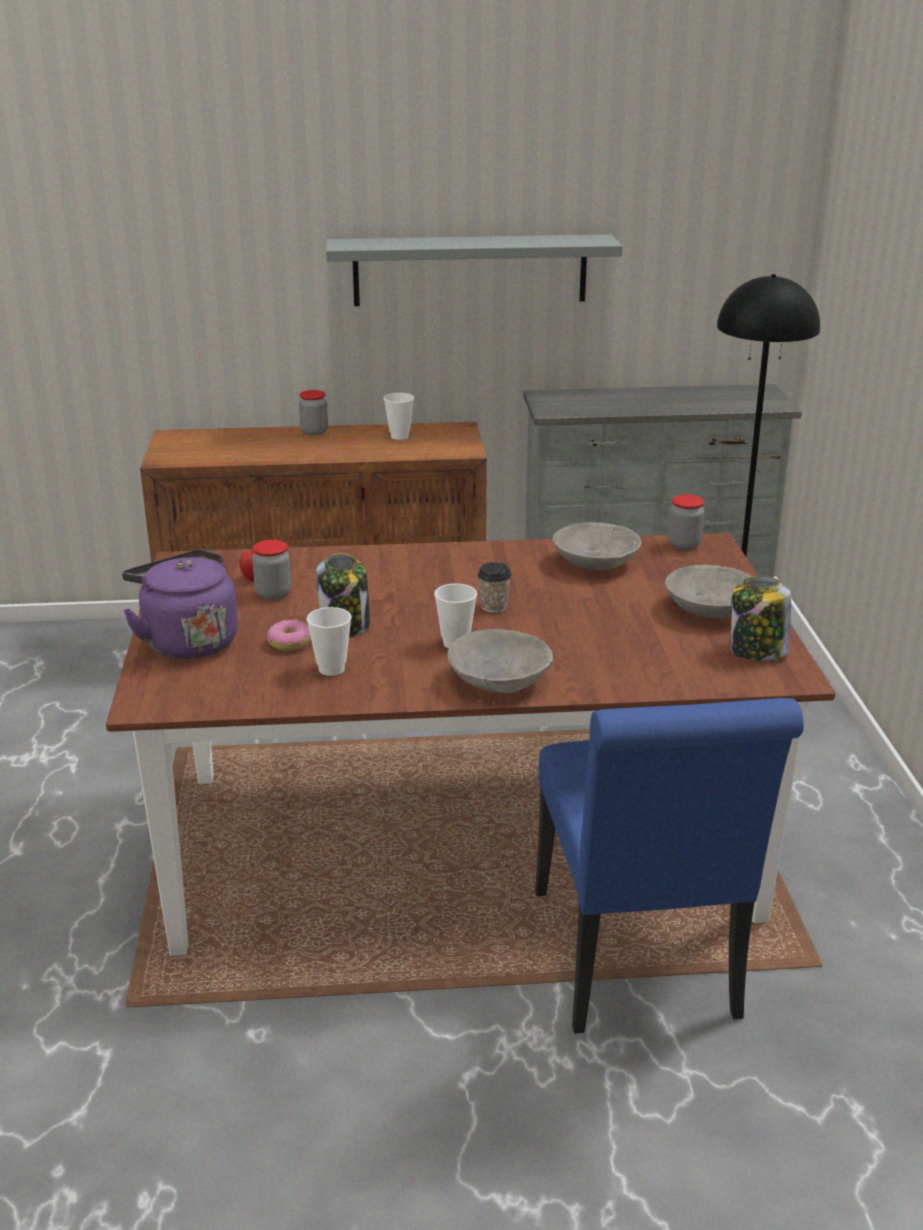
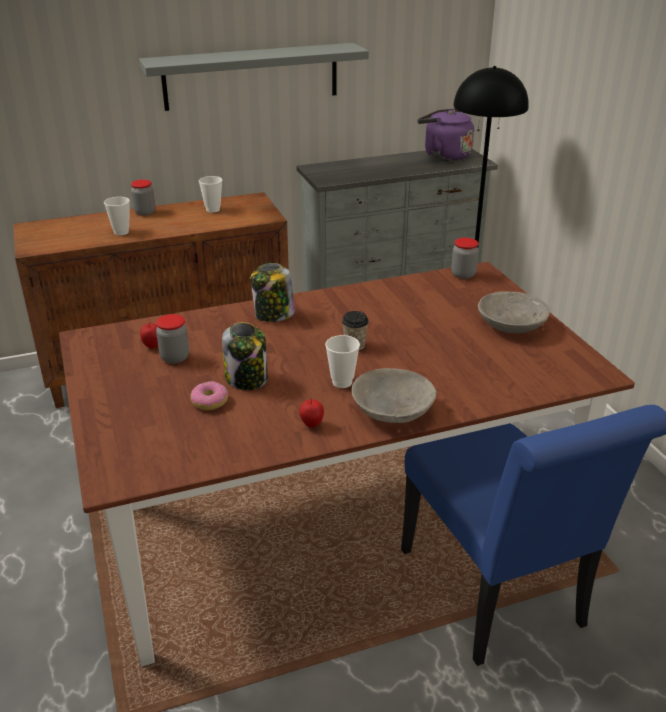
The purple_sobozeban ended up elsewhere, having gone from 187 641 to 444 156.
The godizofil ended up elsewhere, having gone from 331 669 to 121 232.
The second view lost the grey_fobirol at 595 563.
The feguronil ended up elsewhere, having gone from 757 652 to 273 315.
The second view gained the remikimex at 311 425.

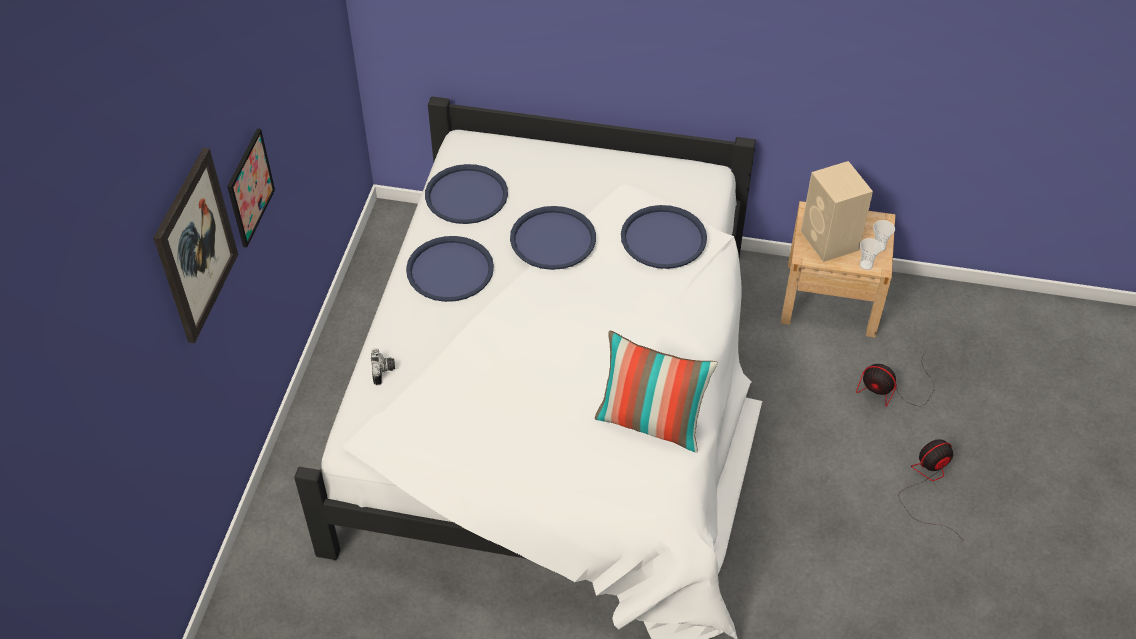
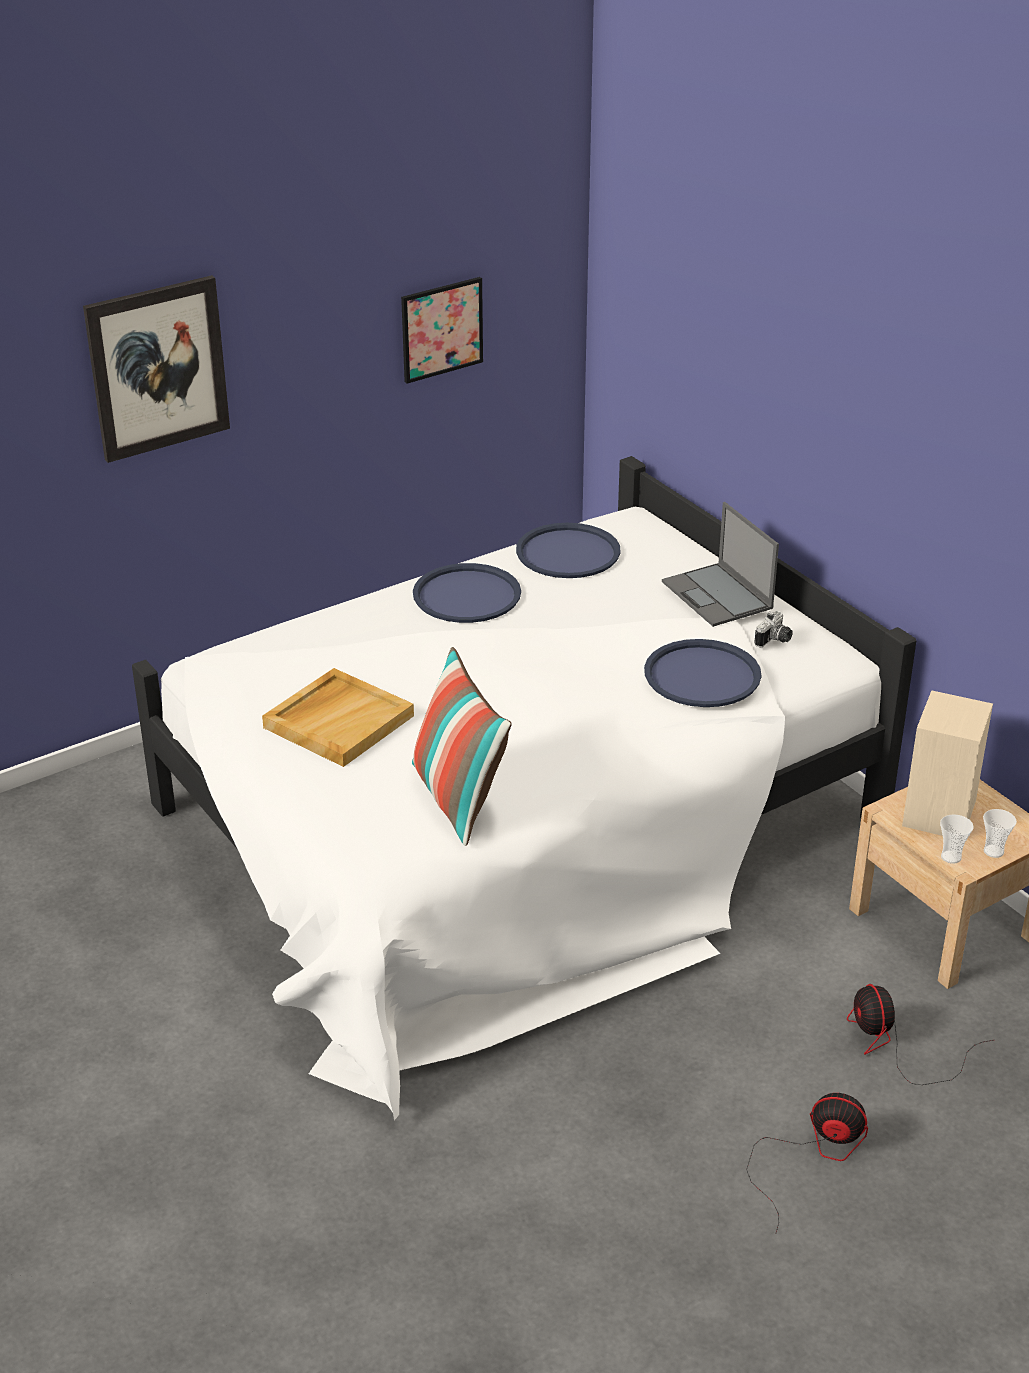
The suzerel ended up elsewhere, having gone from 250 187 to 442 329.
The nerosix ended up elsewhere, having gone from 384 371 to 775 640.
The second view lost the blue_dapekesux at 552 239.
The second view gained the beige_dapekesux at 338 721.
The second view gained the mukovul at 718 595.

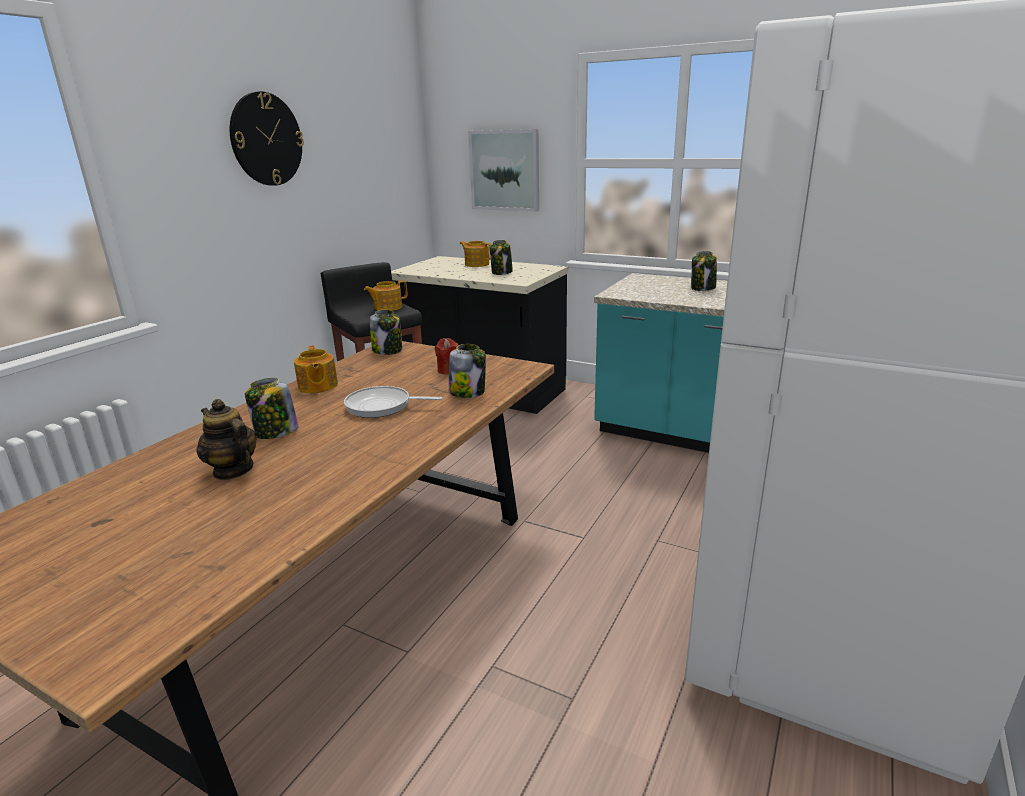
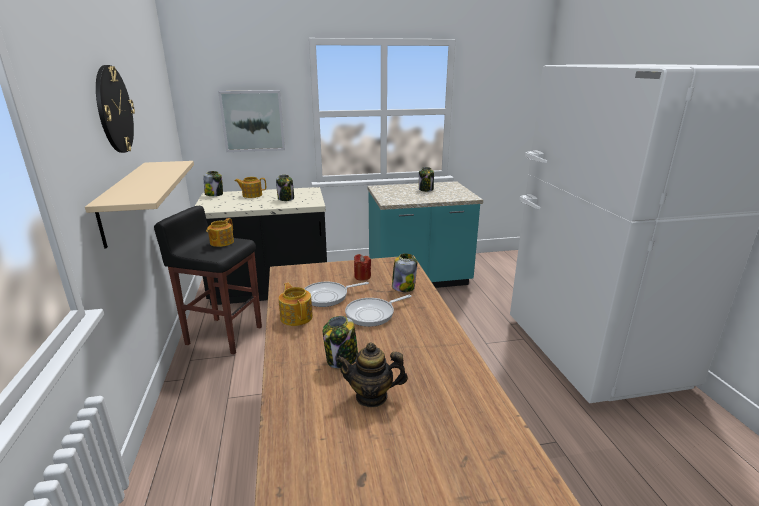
The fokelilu at 317 386 ended up facing another way, 150 degrees counterclockwise from before.
The feguronil ended up elsewhere, having gone from 388 350 to 214 194.
The second view gained the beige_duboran at 124 201.
The second view gained the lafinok at 328 296.

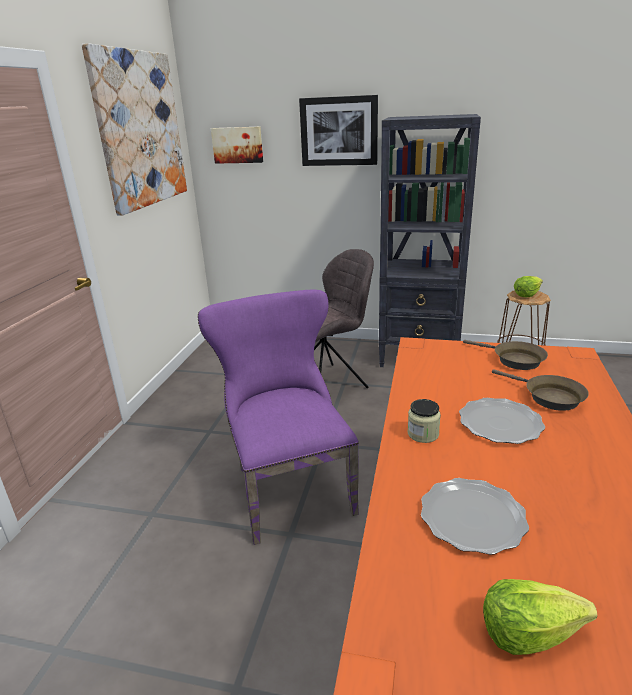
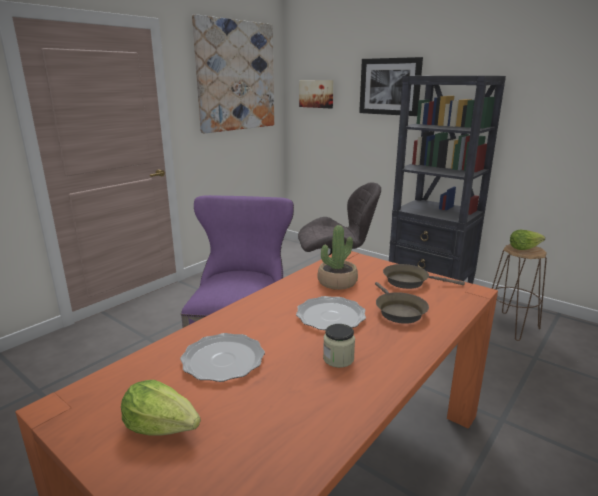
The feguronil ended up elsewhere, having gone from 423 434 to 338 359.
The brown_lafinok at 514 360 ended up facing another way, 120 degrees clockwise from before.
The second view gained the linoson at 337 282.

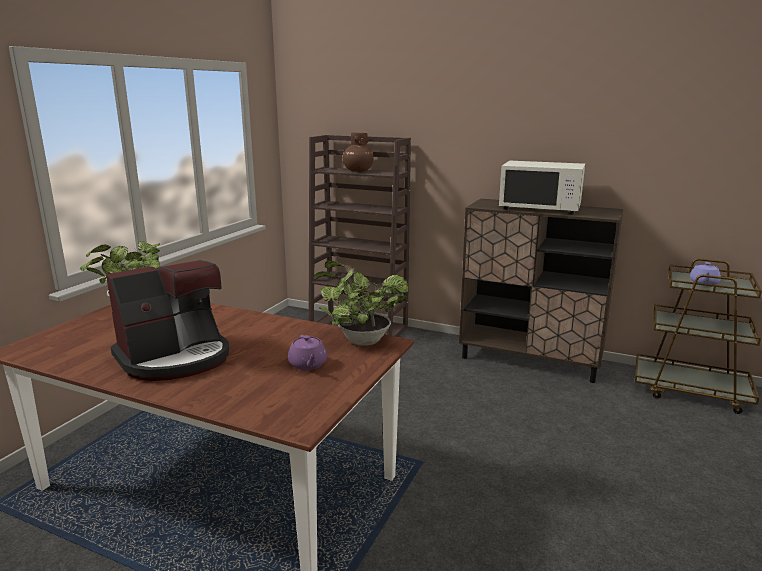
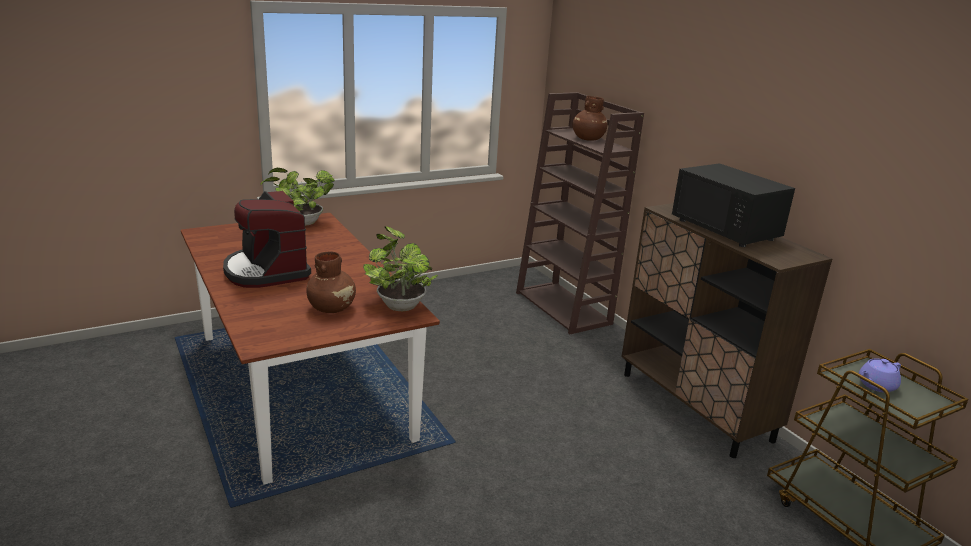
The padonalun at 175 358 ended up facing another way, 60 degrees clockwise from before.
Where the purple_fokelilu stood at 308 365, the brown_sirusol came to stand at 332 308.
What was the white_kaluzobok at 540 208 turned into the black_kaluzobok at 725 229.

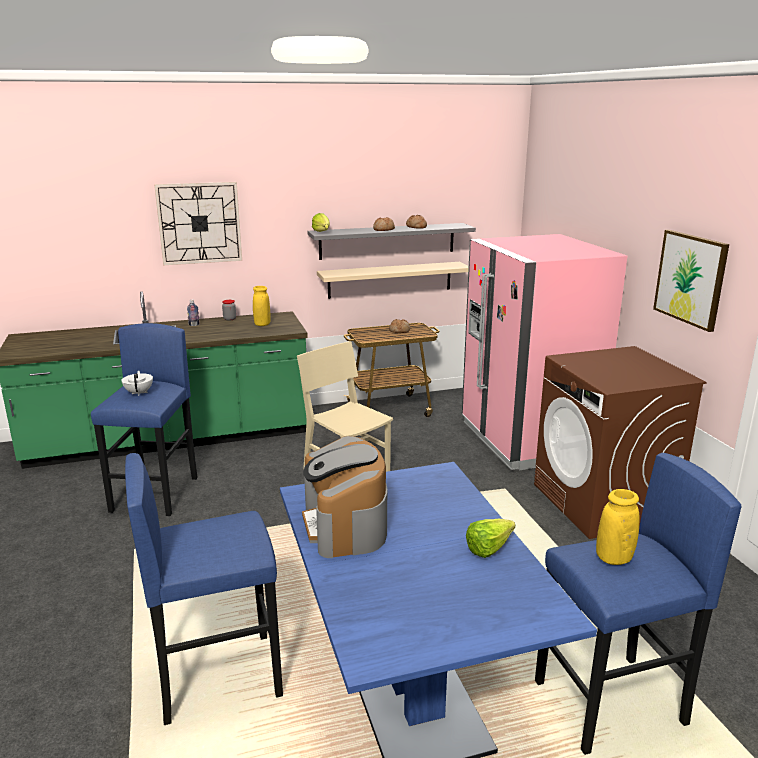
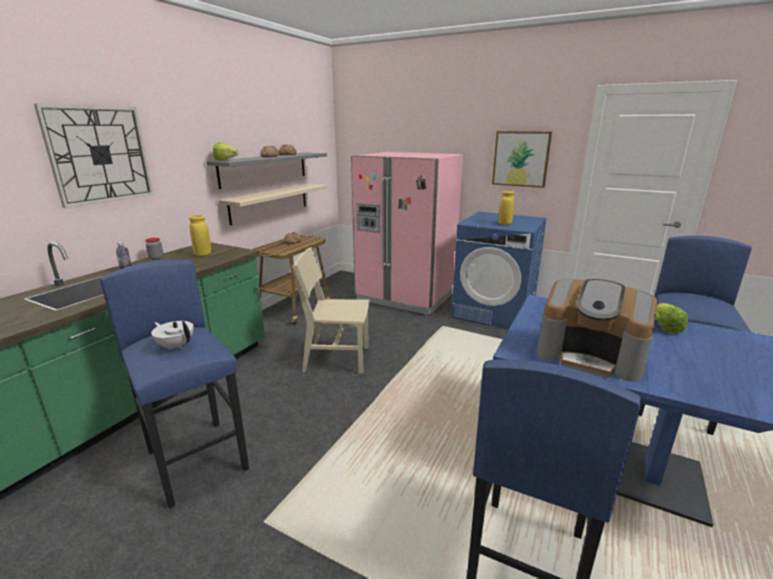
What was the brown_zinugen at 603 503 turned into the blue_zinugen at 494 312.
The yellow_sirusol ended up elsewhere, having gone from 614 558 to 504 223.

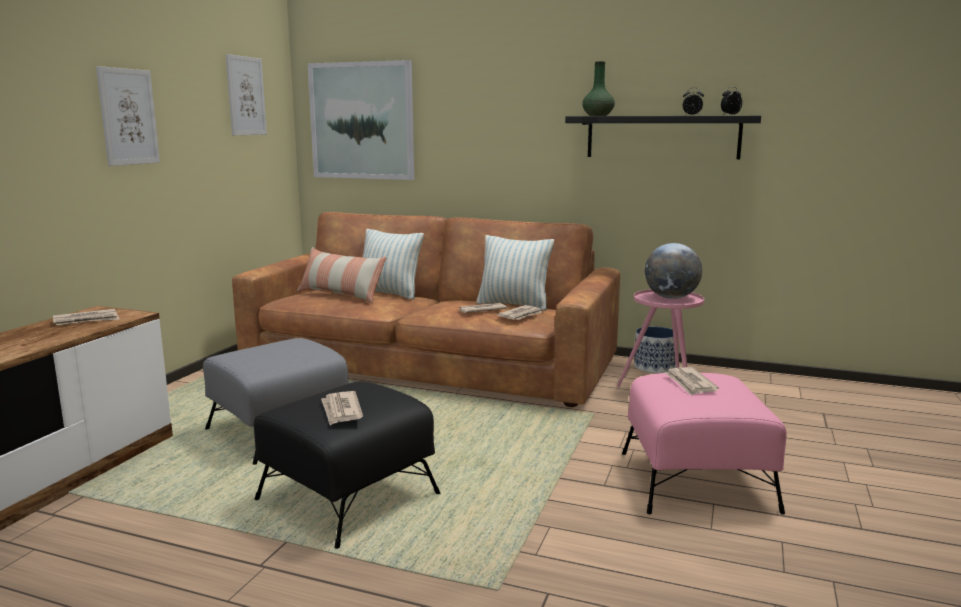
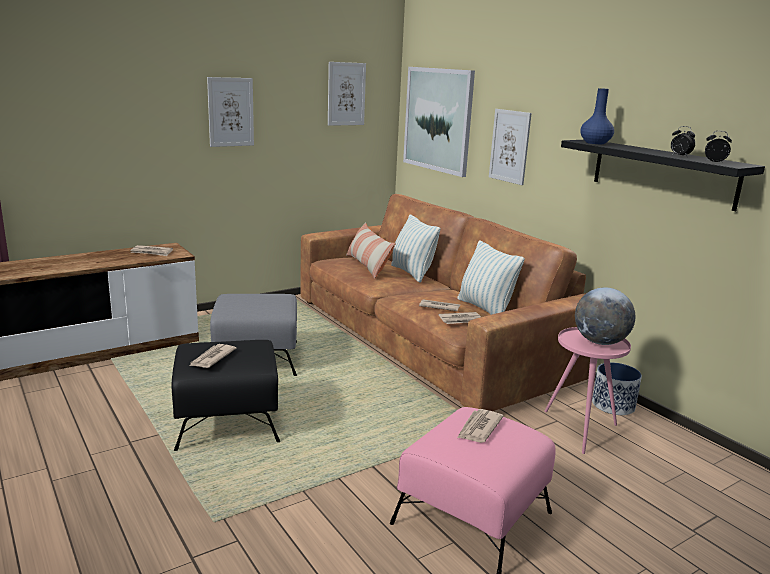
What was the green_sirusol at 598 115 turned into the blue_sirusol at 595 143.
The second view gained the suzerel at 509 146.

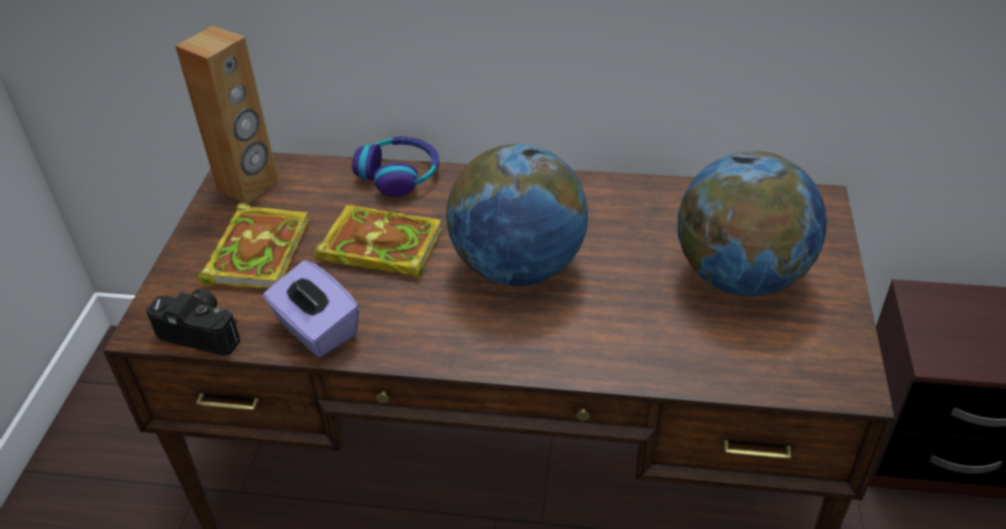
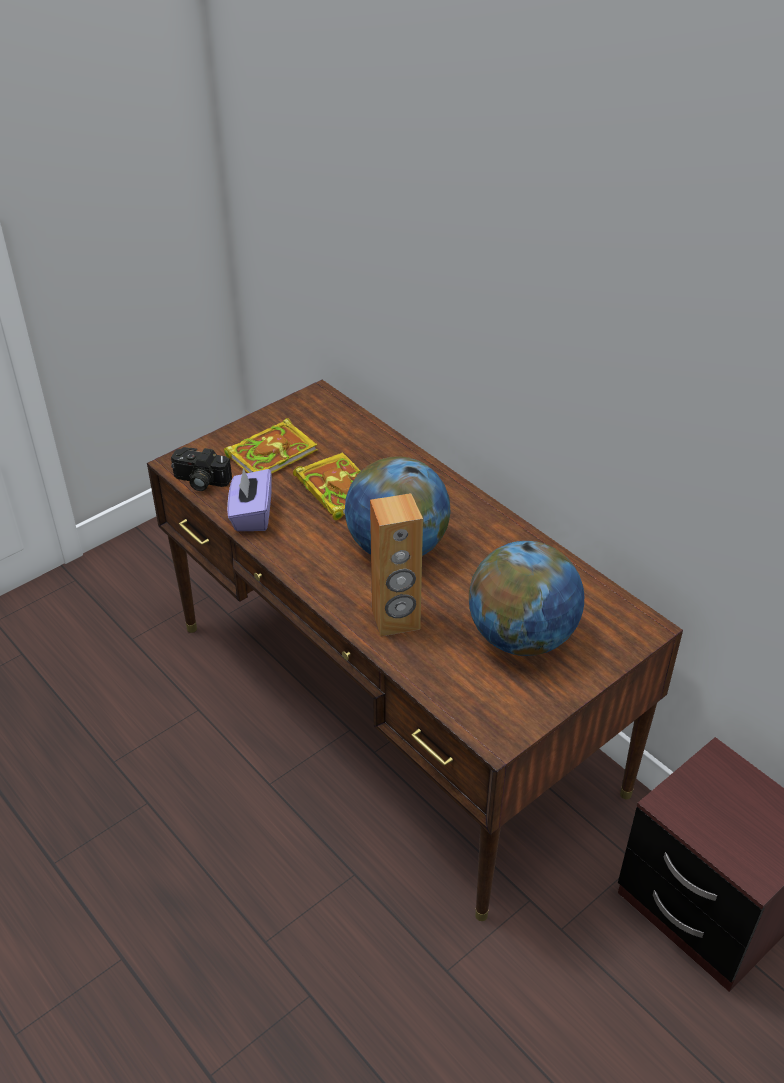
The nerosix at 204 331 ended up facing another way, 135 degrees clockwise from before.
The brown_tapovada ended up elsewhere, having gone from 248 185 to 396 620.
The second view lost the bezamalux at 399 174.

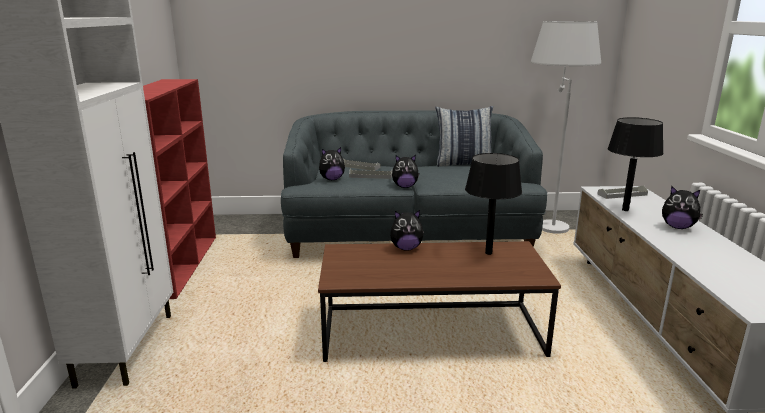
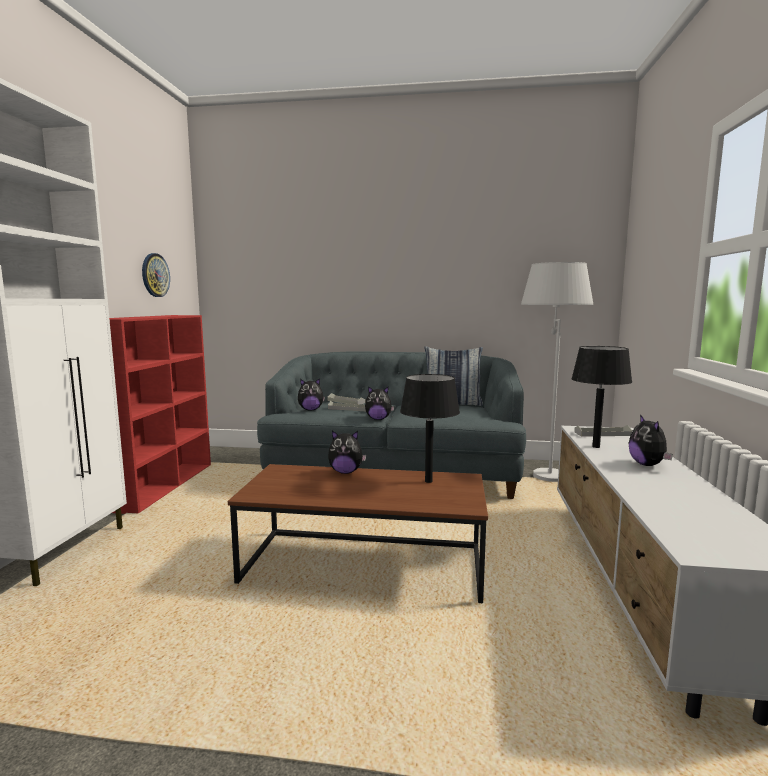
The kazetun at 677 227 ended up facing another way, 45 degrees clockwise from before.
The second view gained the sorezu at 155 275.

